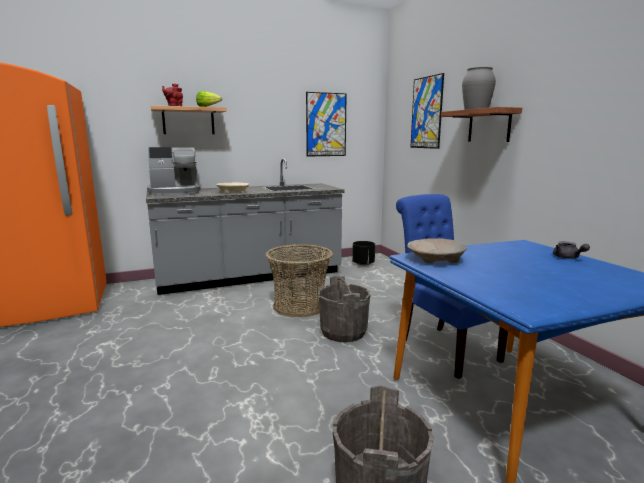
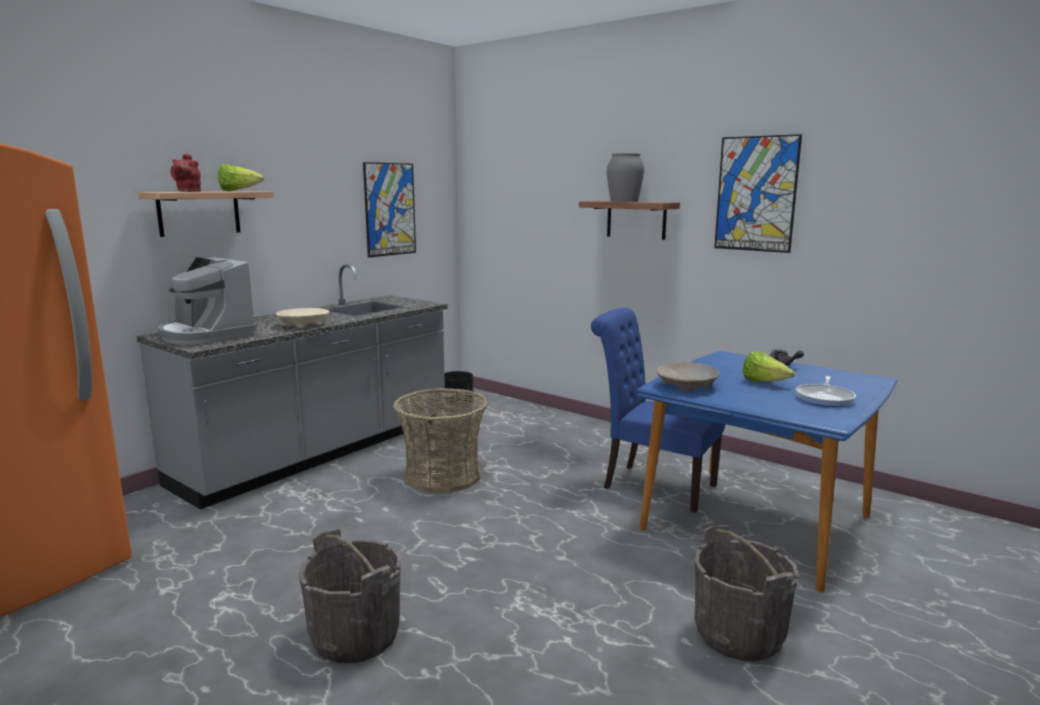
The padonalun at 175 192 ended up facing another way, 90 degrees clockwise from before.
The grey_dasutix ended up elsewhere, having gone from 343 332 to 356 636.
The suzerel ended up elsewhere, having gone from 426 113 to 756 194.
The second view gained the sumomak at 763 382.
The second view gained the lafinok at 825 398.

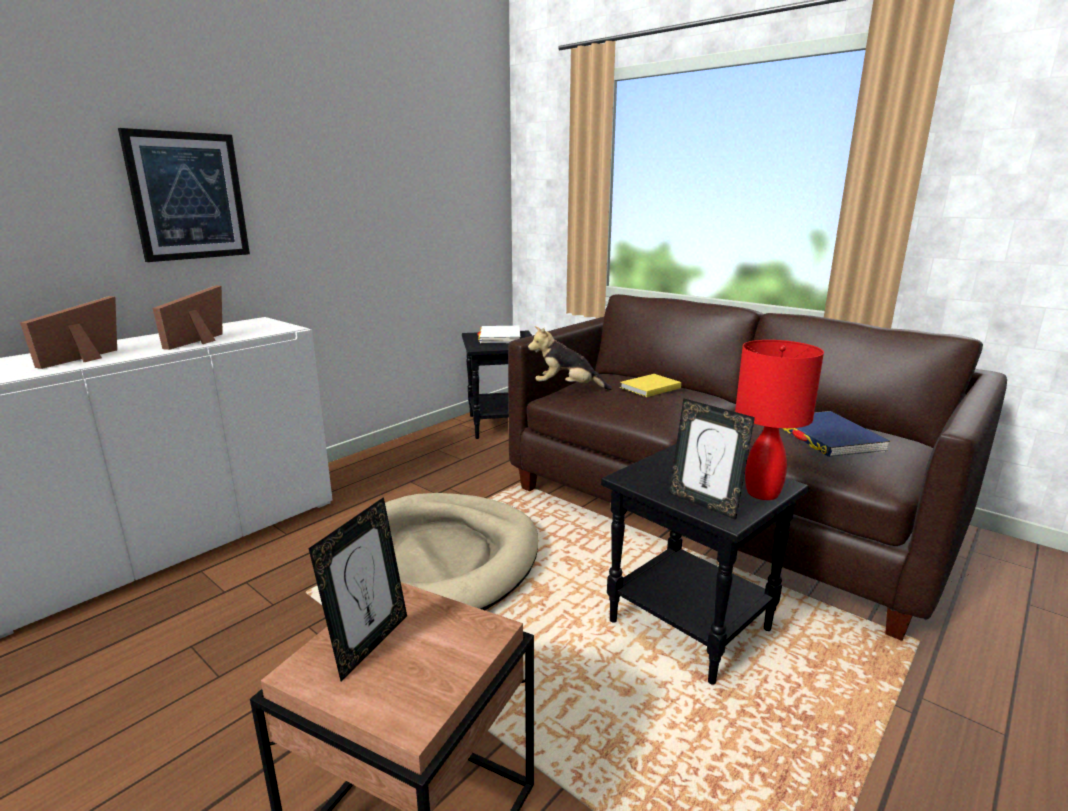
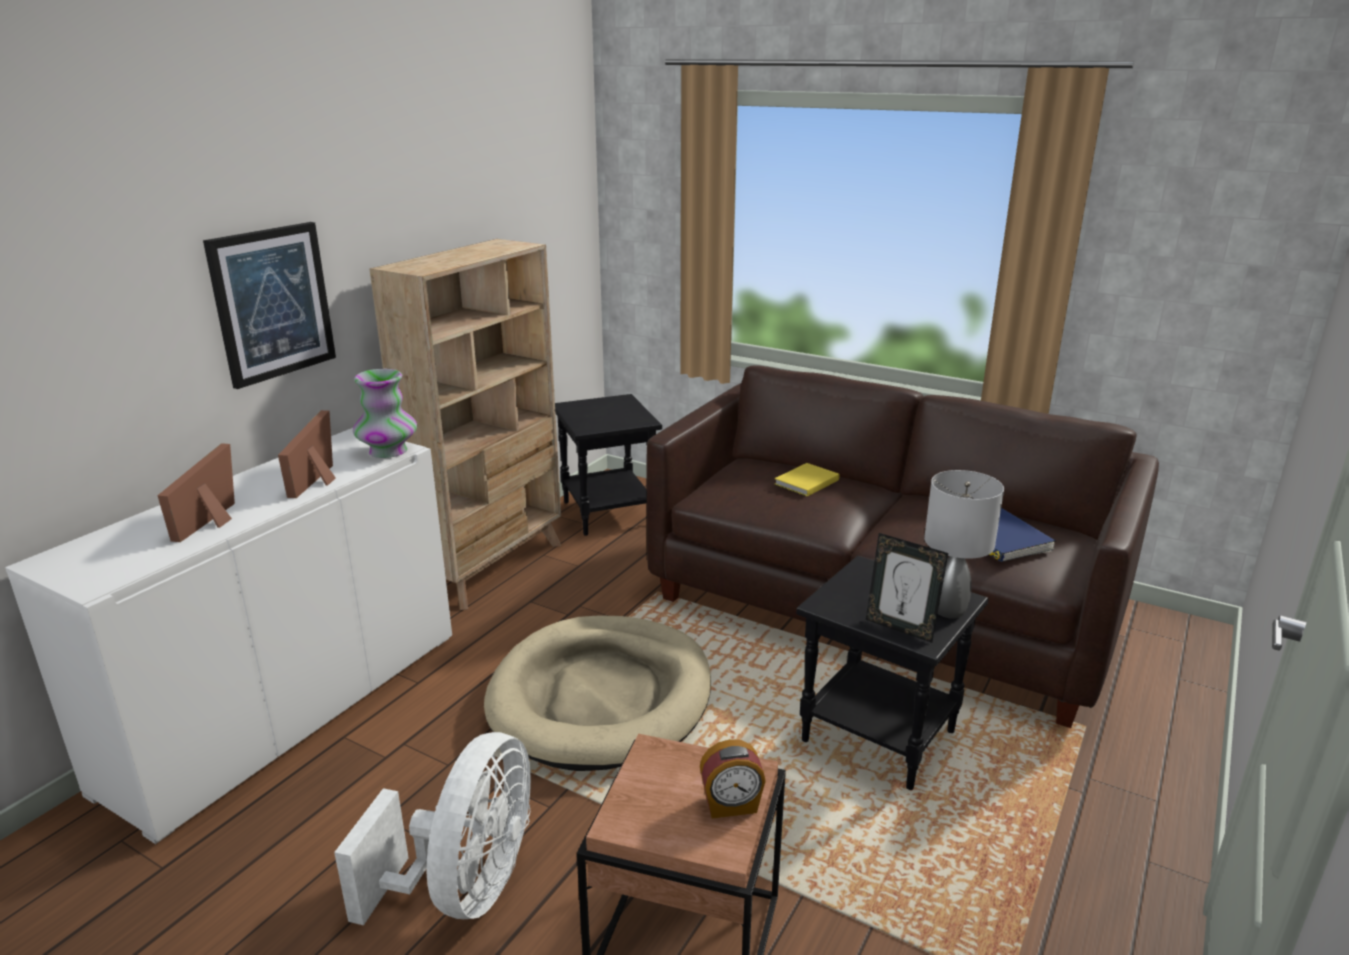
The second view lost the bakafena at 369 644.
The second view lost the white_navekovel at 500 337.
The second view lost the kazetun at 567 388.
What was the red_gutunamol at 762 493 turned into the grey_gutunamol at 949 611.
The second view gained the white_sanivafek at 466 888.
The second view gained the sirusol at 388 451.
The second view gained the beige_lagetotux at 493 567.
The second view gained the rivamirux at 731 805.

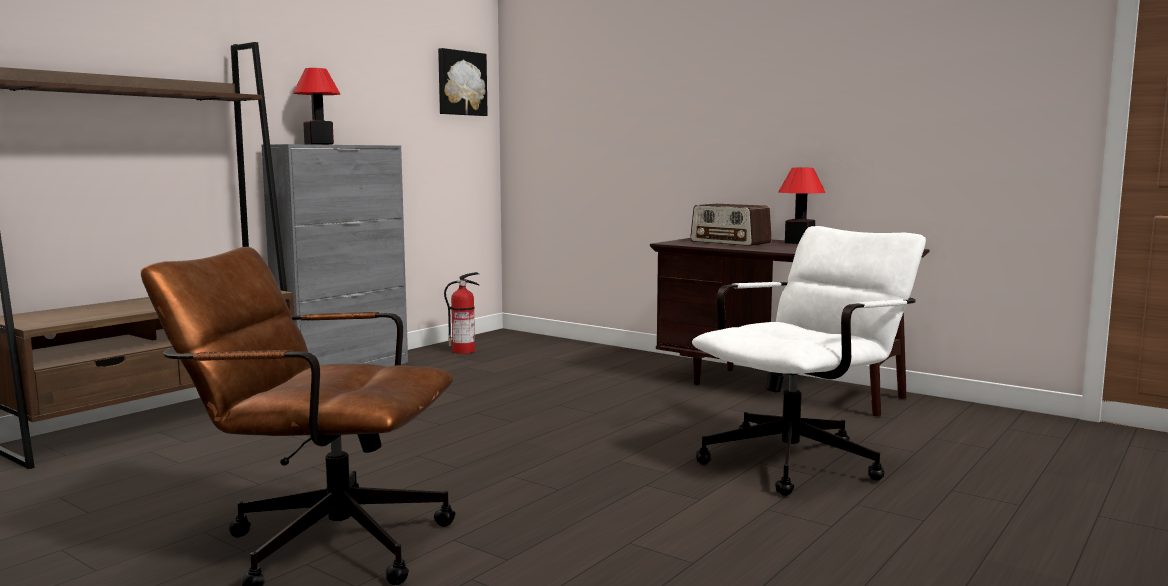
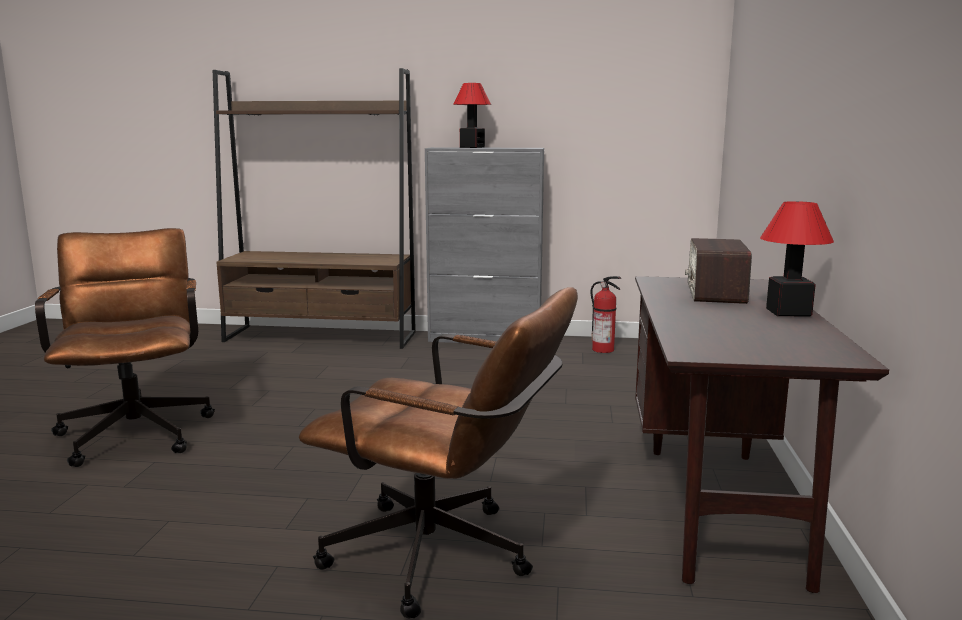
The second view lost the suzerel at 461 83.
What was the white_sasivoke at 801 460 turned into the brown_sasivoke at 445 559.

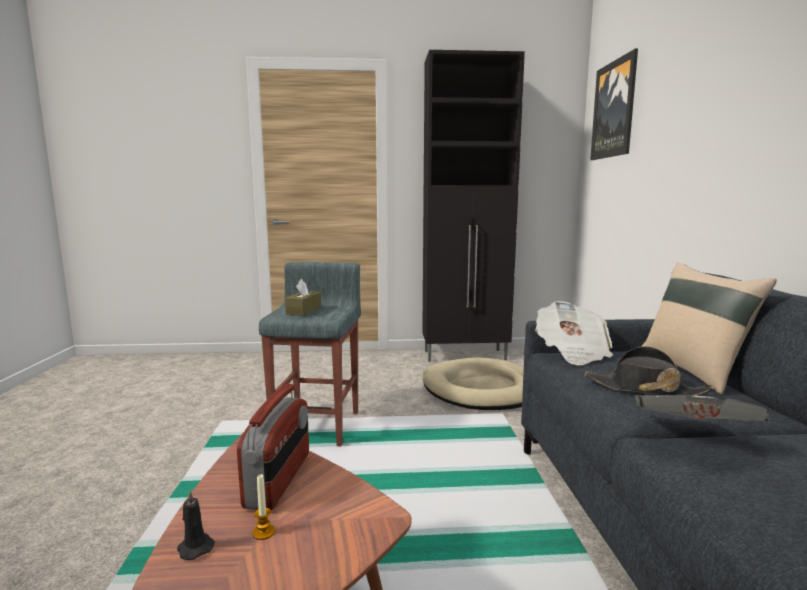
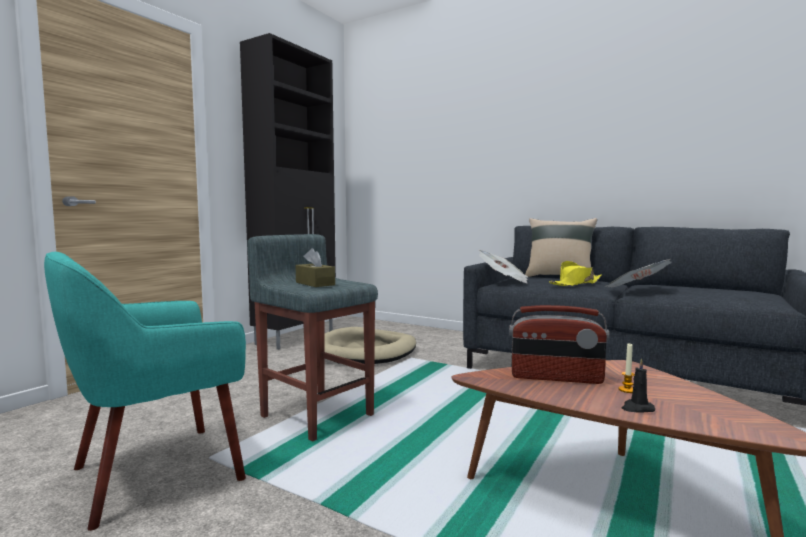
The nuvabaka at 279 479 ended up facing another way, 150 degrees clockwise from before.
What was the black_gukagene at 644 389 turned into the yellow_gukagene at 575 284.
The second view lost the suzerel at 614 109.
The second view gained the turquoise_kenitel at 155 472.

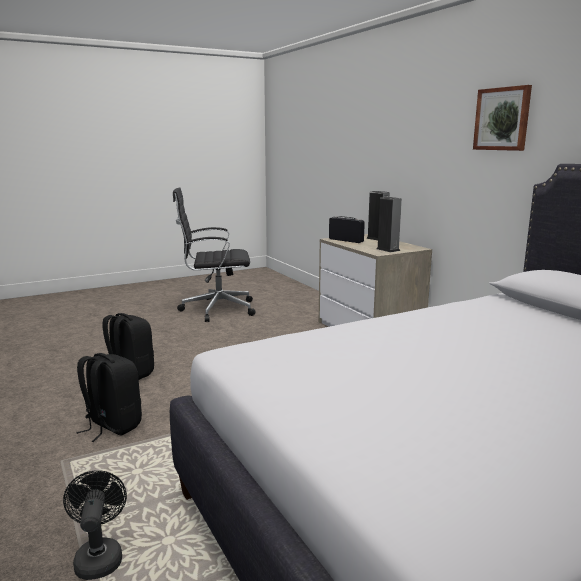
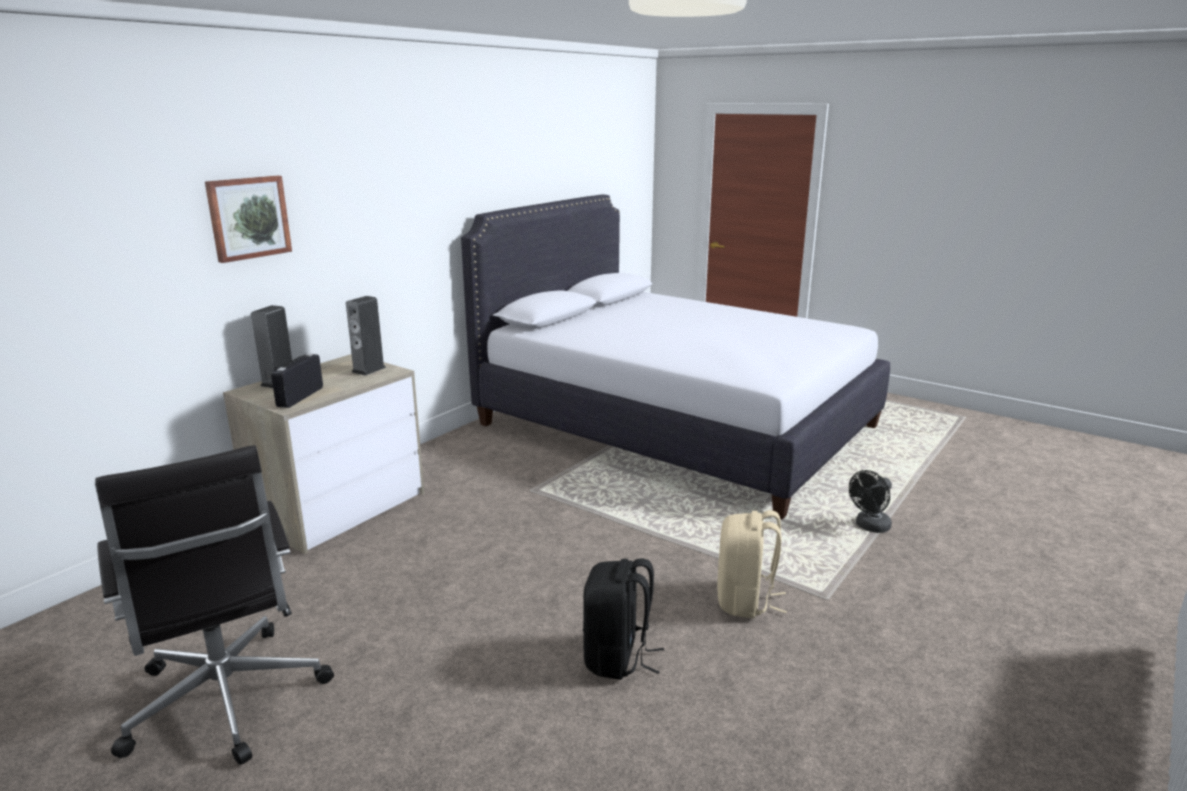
What was the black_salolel at 112 426 turned into the beige_salolel at 745 601.
The suzerel ended up elsewhere, having gone from 502 119 to 248 218.

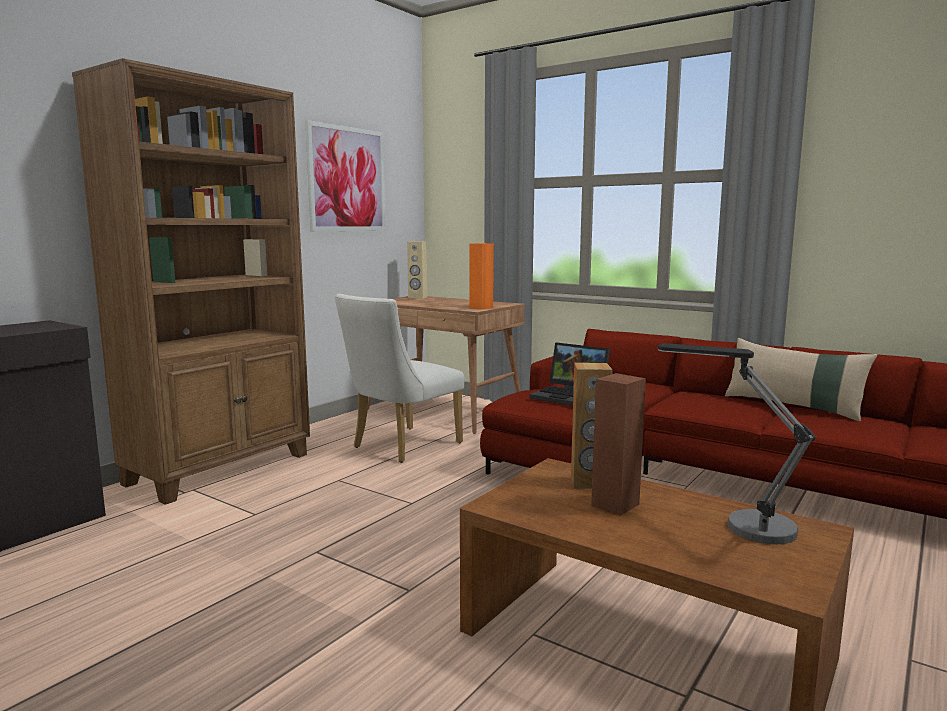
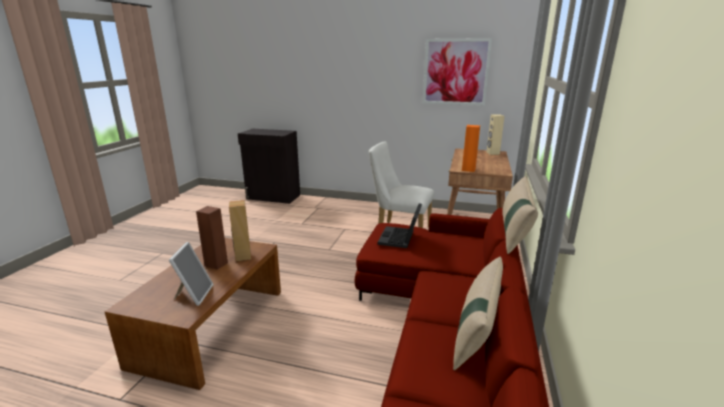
The second view lost the brown_lagetotux at 221 469.
Where the gutunamol stood at 740 524, the bakafena came to stand at 194 294.
The second view gained the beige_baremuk at 514 233.

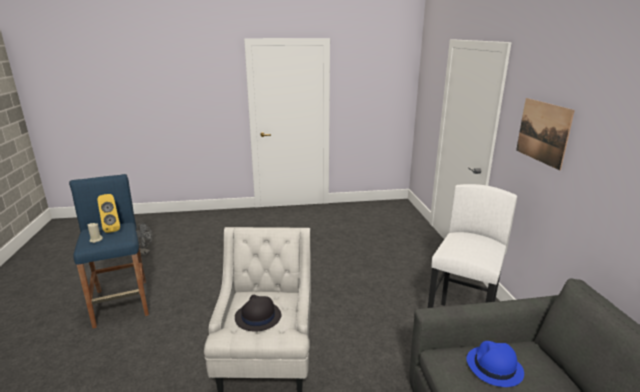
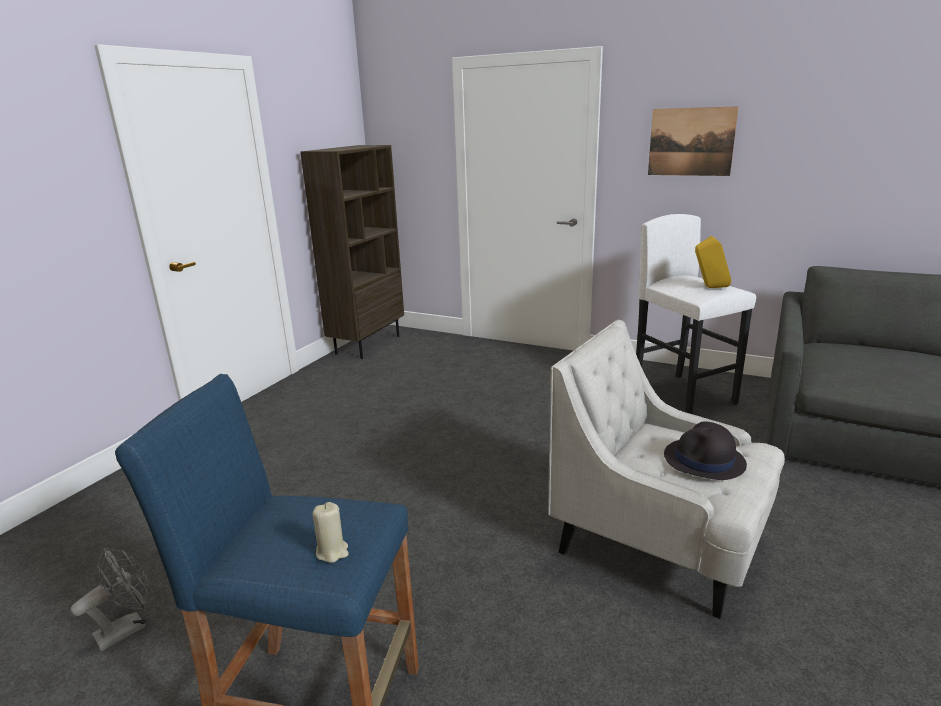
The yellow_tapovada ended up elsewhere, having gone from 112 229 to 709 287.
The second view lost the blue_gukagene at 494 367.
The second view gained the brown_lagetotux at 367 344.

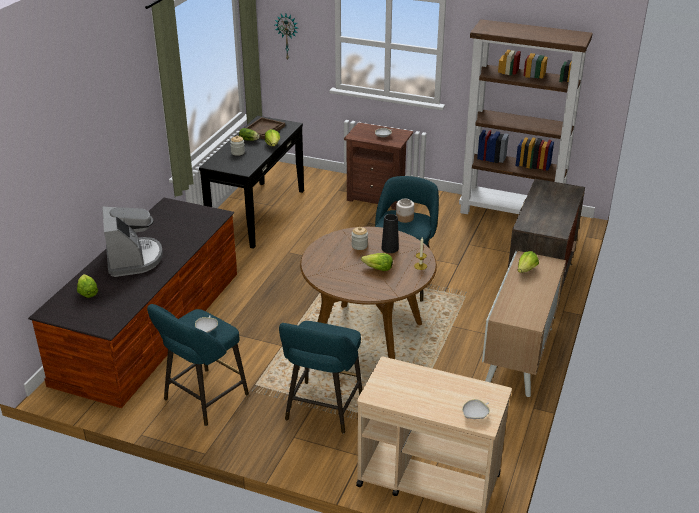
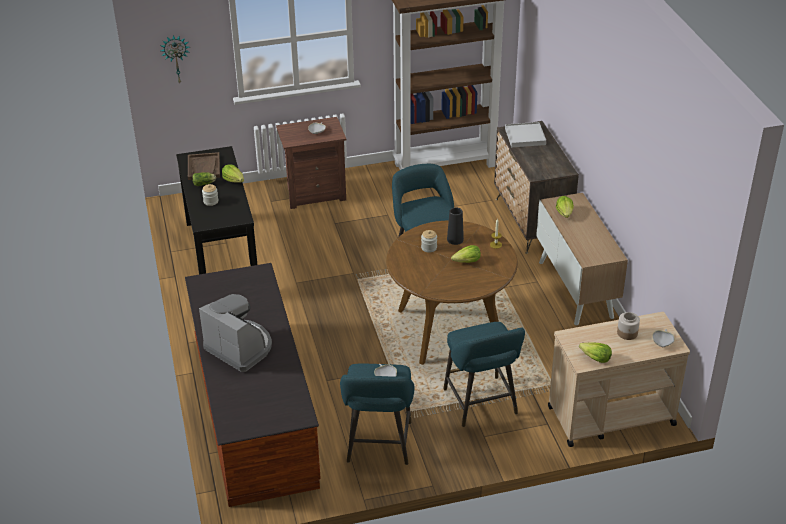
The sumomak ended up elsewhere, having gone from 87 292 to 595 358.
The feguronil ended up elsewhere, having gone from 404 218 to 627 333.
The second view gained the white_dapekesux at 525 137.

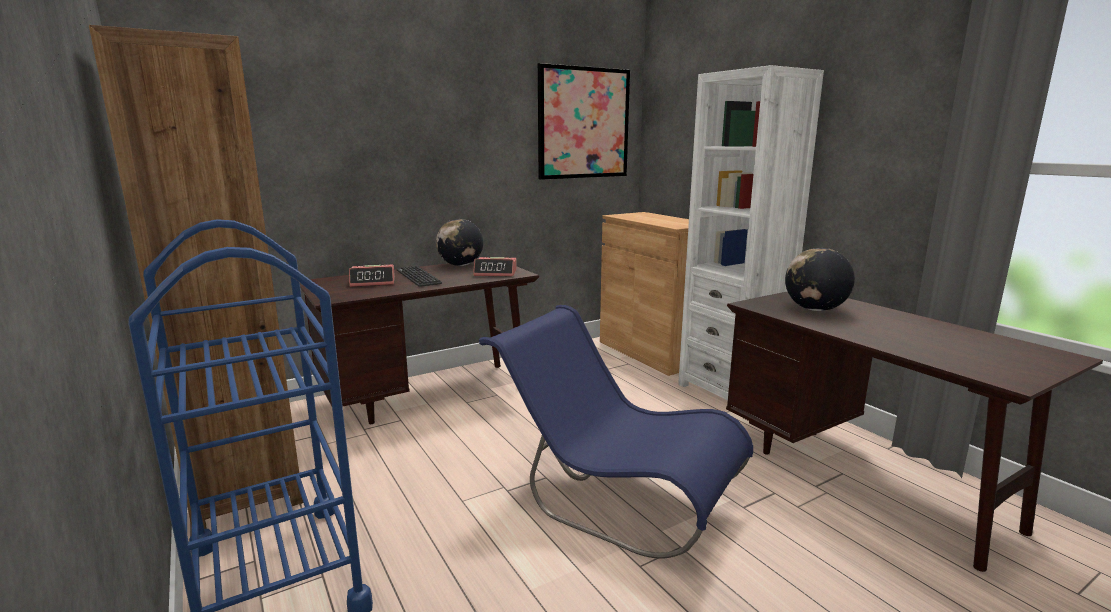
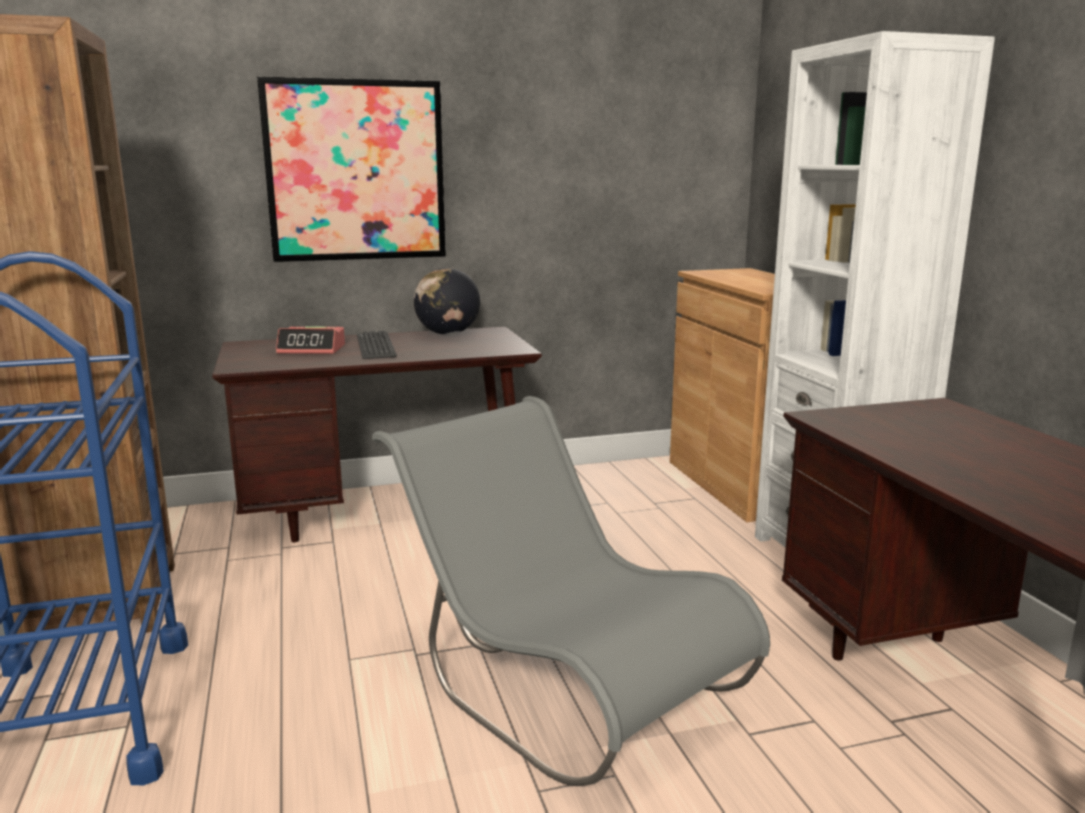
The second view lost the rivamirux at 495 273.
What was the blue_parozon at 615 495 turned into the grey_parozon at 562 684.
The suzerel ended up elsewhere, having gone from 583 123 to 356 171.
The second view lost the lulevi at 814 309.

